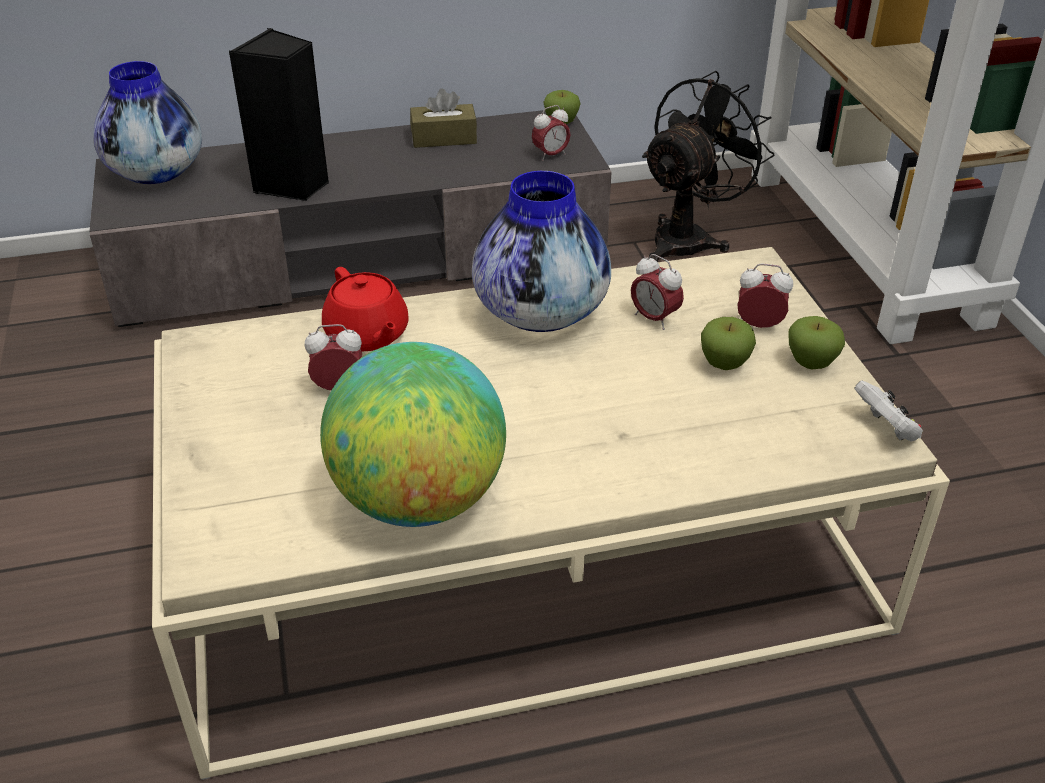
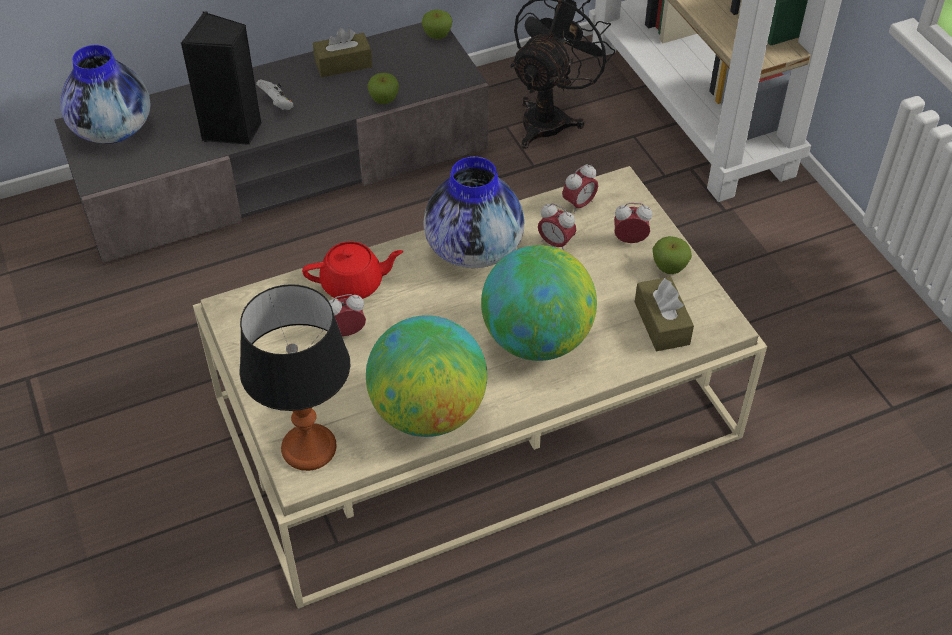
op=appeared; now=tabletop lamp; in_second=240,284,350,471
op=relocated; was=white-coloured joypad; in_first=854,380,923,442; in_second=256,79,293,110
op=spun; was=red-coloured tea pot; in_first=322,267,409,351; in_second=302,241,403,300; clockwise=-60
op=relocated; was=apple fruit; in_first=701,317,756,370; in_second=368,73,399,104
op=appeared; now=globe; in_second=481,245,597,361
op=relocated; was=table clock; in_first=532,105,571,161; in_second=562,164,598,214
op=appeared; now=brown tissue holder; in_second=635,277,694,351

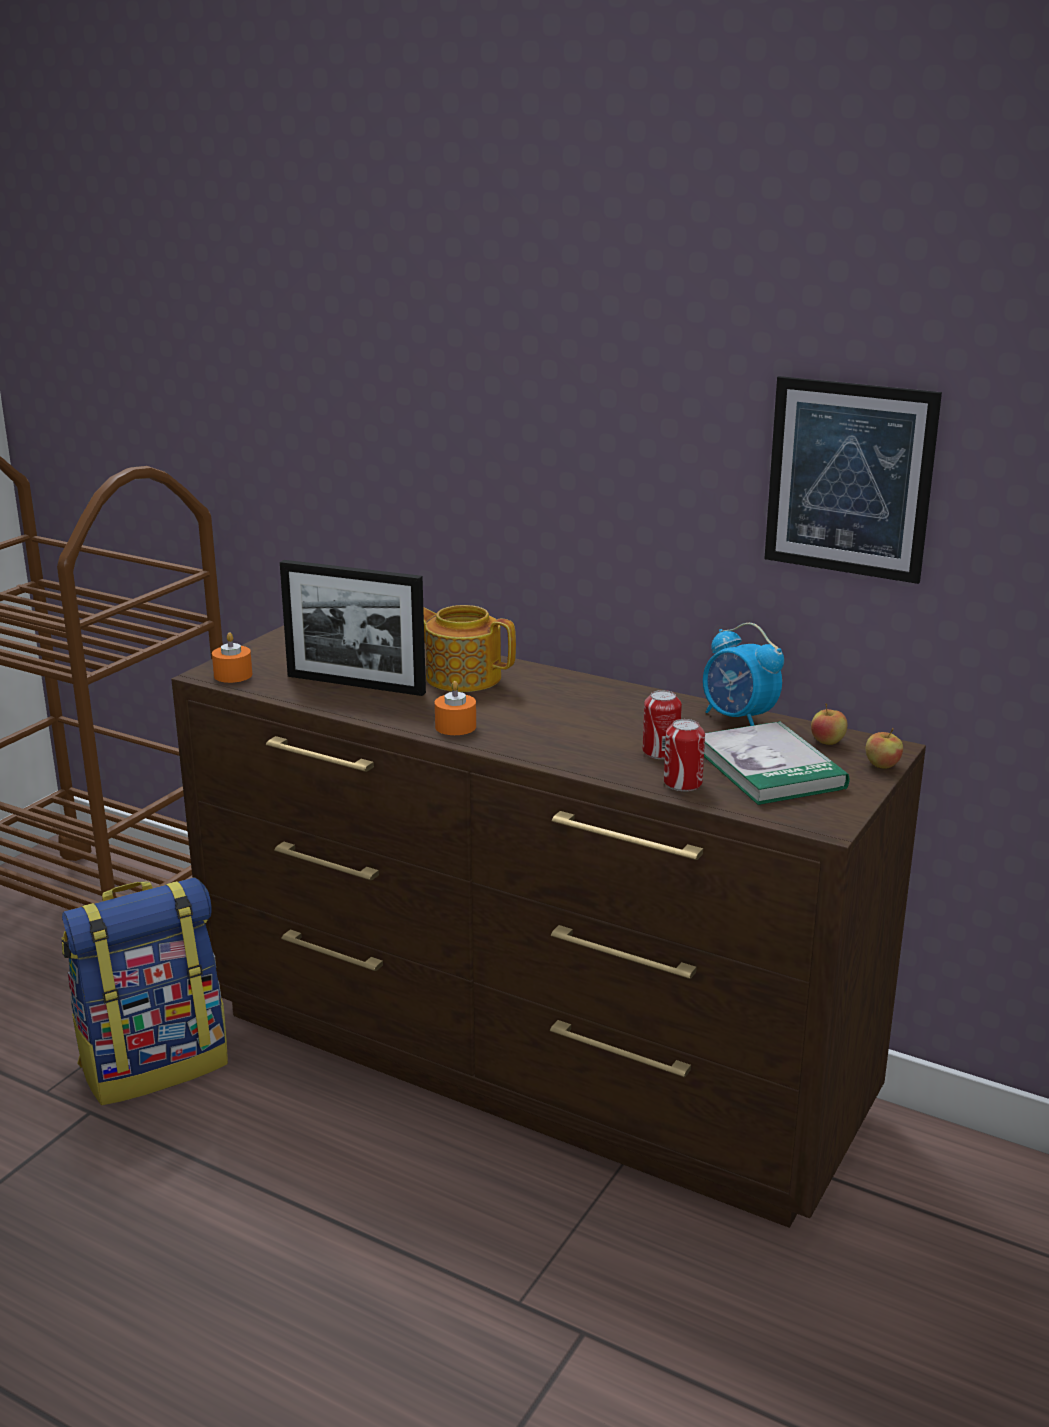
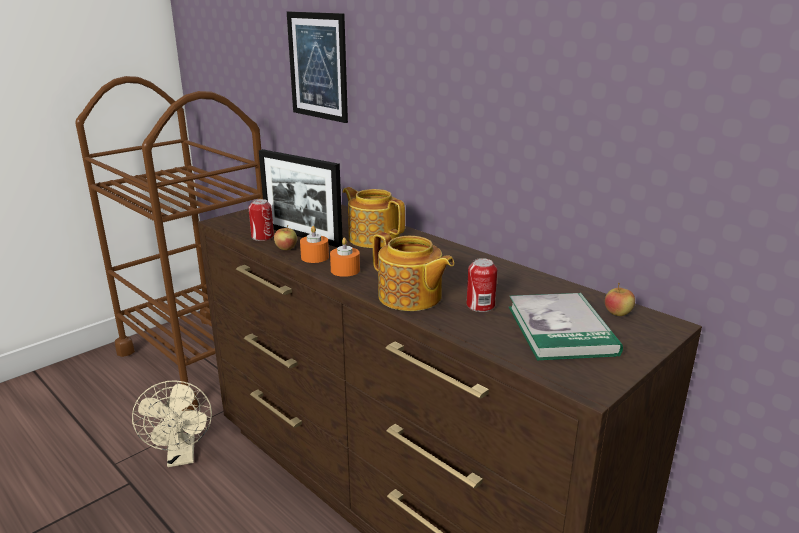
op=exchanged; was=backpack; now=beige-coloured electric fan; in_first=62,878,228,1105; in_second=132,380,212,467
op=relocated; was=metal can; in_first=664,719,705,791; in_second=249,199,274,241
op=relocated; was=apple fruit; in_first=865,728,903,768; in_second=274,225,297,250
op=relocated; was=wall art; in_first=764,376,942,584; in_second=287,12,348,123
op=relocated; was=orange-coloured wax candle; in_first=212,632,252,683; in_second=300,226,329,263
op=appeared; now=tea pot; in_second=373,232,454,311
op=missing; was=table clock; in_first=703,623,784,726

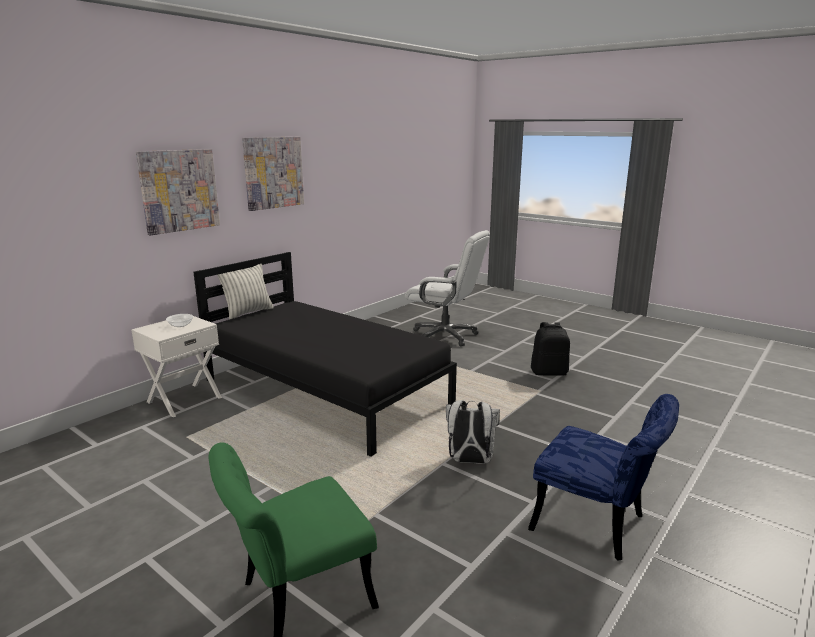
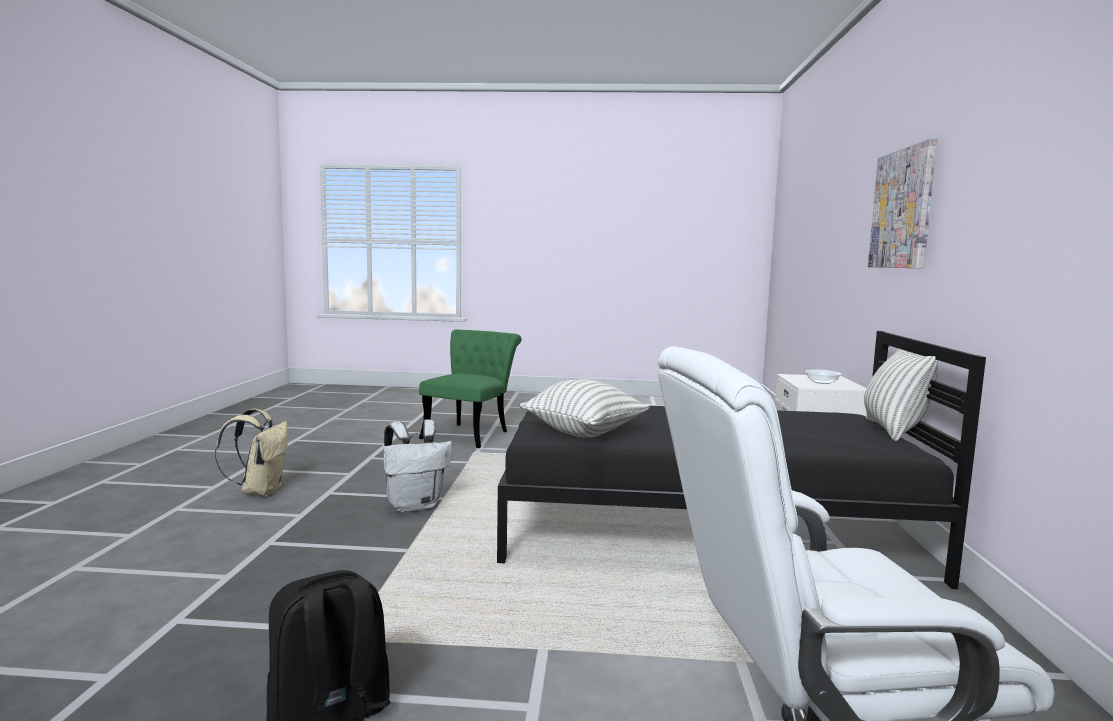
op=exchanged; was=blue-coloured plain chair; now=beige-coloured backpack; in_first=528,394,679,561; in_second=215,409,288,496
op=appeared; now=pillow; in_second=519,380,650,437
op=missing; was=wall art; in_first=242,137,304,211

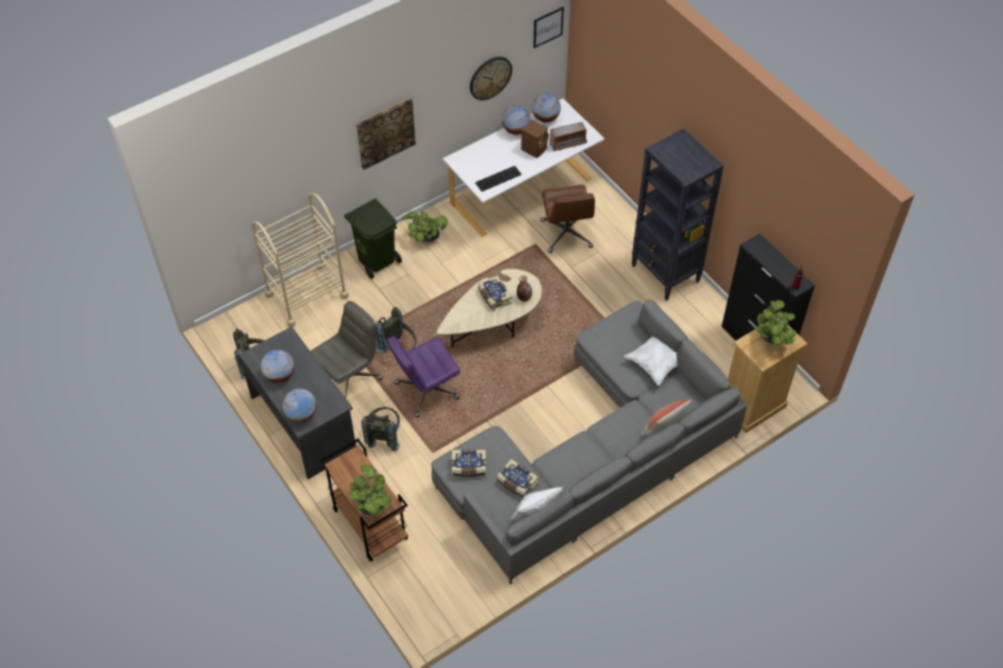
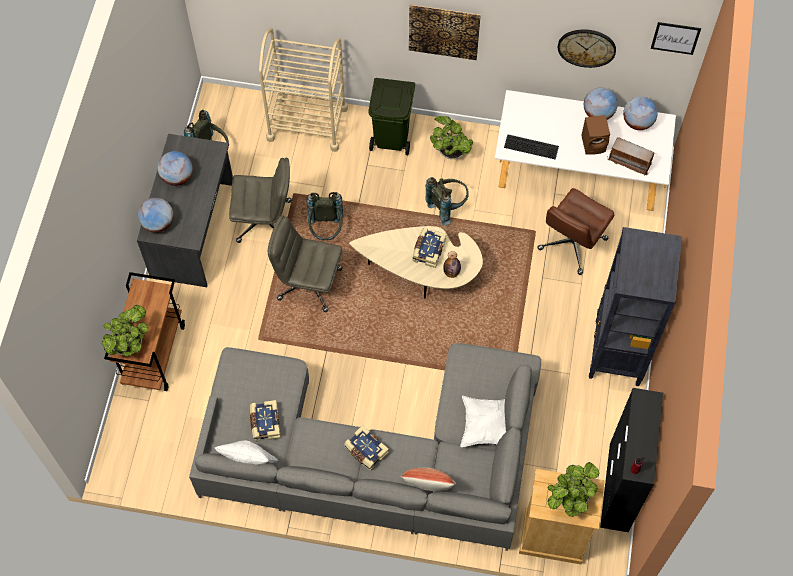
op=colour; was=purplish office chair; now=gray office chair; in_first=387,336,460,418; in_second=268,215,343,312
op=relocated; was=book; in_first=452,449,486,477; in_second=344,425,389,470
op=relocated; was=gray backpack; in_first=361,407,400,451; in_second=425,177,469,225

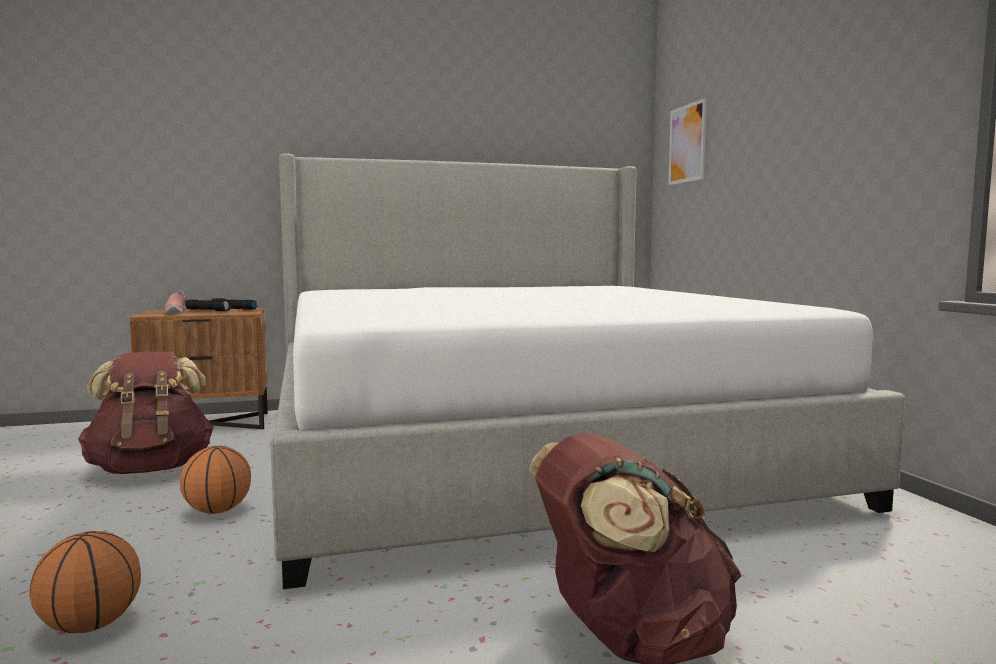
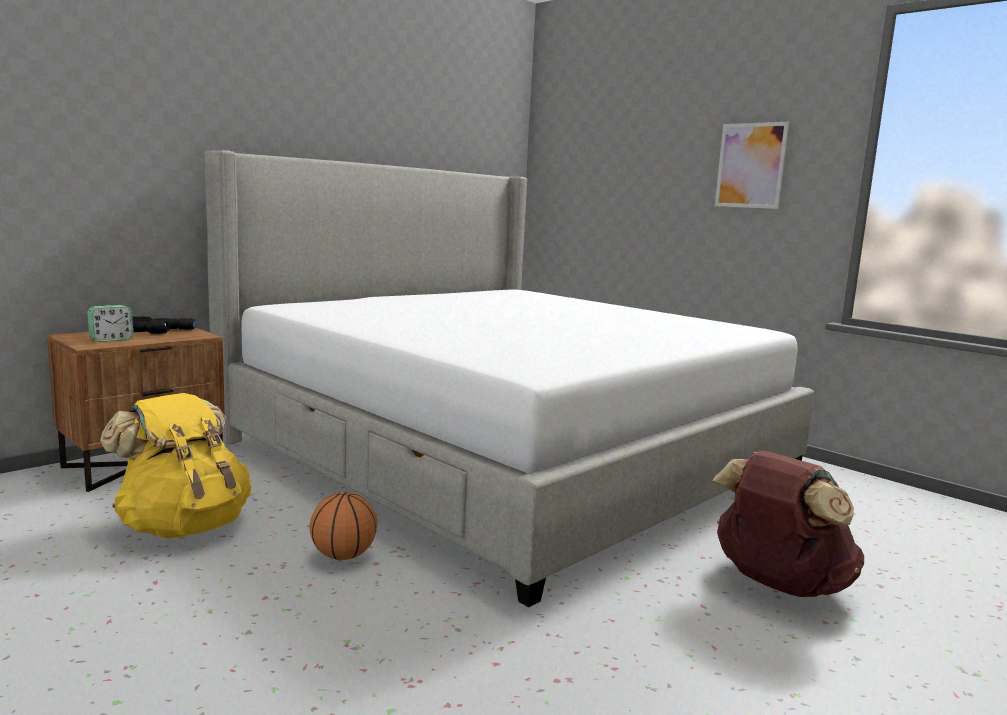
op=exchanged; was=pinkish low shoe; now=table clock; in_first=164,291,186,314; in_second=88,305,133,342
op=colour; was=brown backpack; now=yellow backpack; in_first=78,351,213,474; in_second=100,393,251,539
op=relocated; was=wall art; in_first=668,98,707,185; in_second=715,122,789,209
op=missing; was=basketball; in_first=30,531,141,633

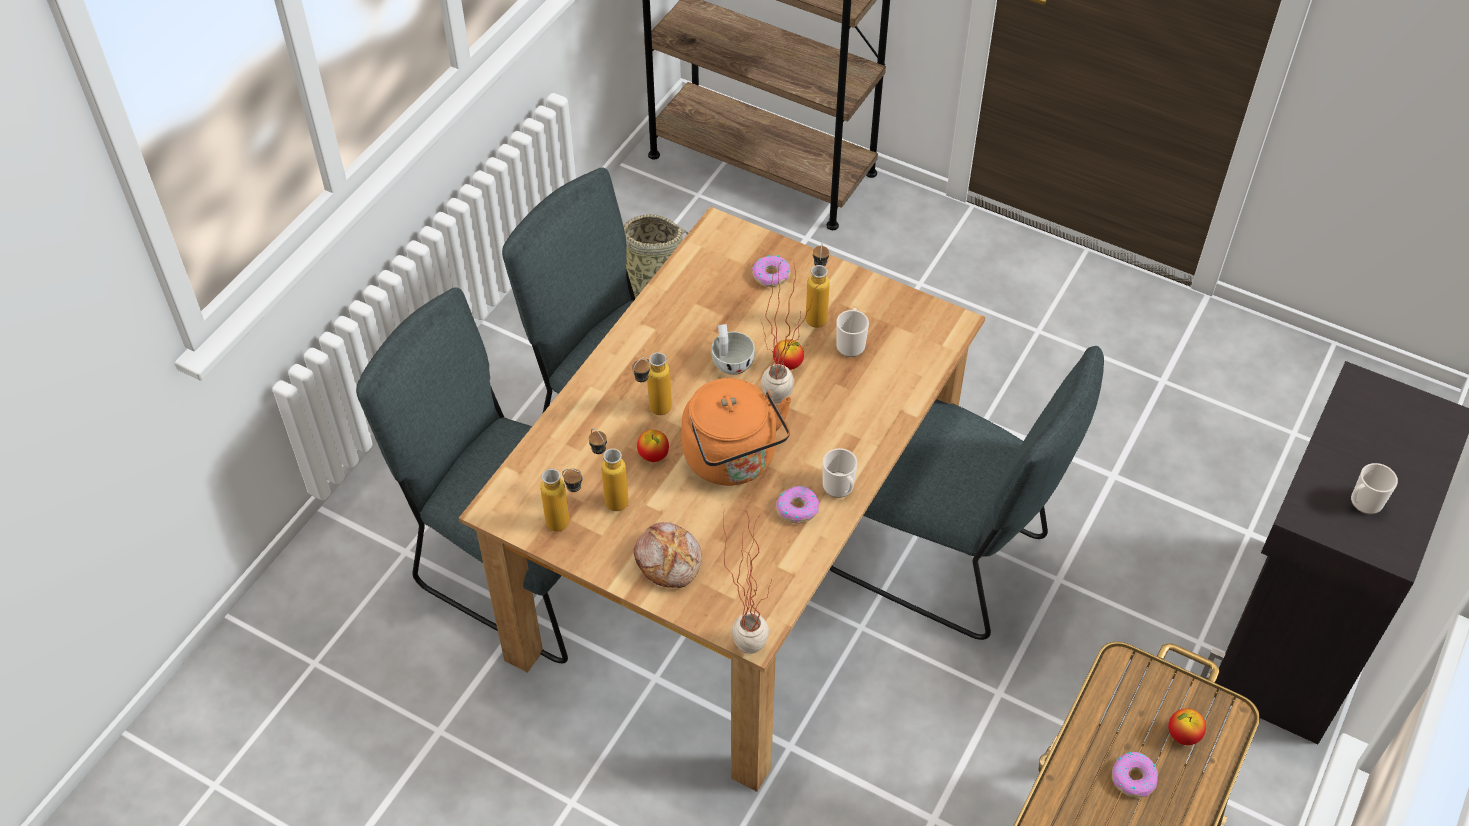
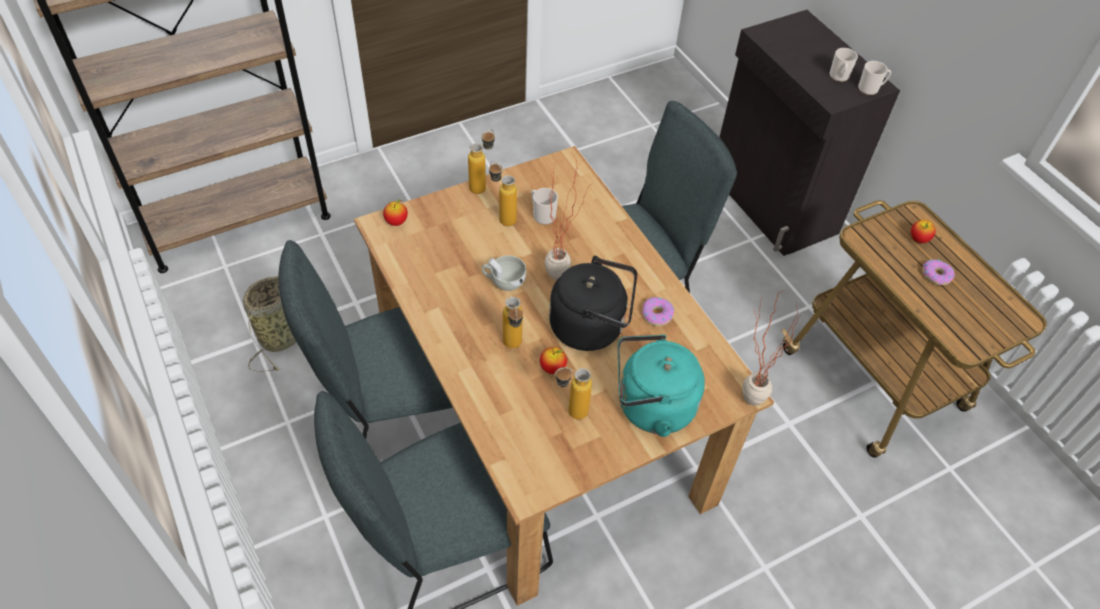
op=relocated; was=apple fruit; in_first=773,339,804,370; in_second=383,199,408,226
op=relocated; was=beverage bottle; in_first=540,469,583,532; in_second=468,129,495,194
op=colour; was=orange-coloured water kettle; now=blackish water kettle; in_first=681,378,792,486; in_second=549,256,637,351
op=exchanged; was=baked bread; now=blue-green water kettle; in_first=634,522,702,588; in_second=618,334,705,437
op=relocated; was=coffee mug; in_first=823,448,858,498; in_second=858,61,891,95
op=missing; was=ring doughnut; in_first=752,255,790,287

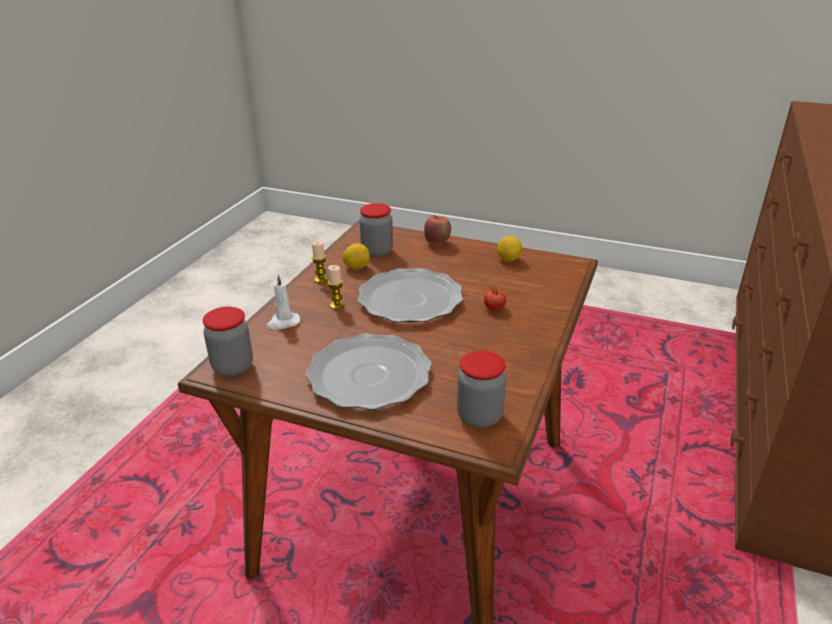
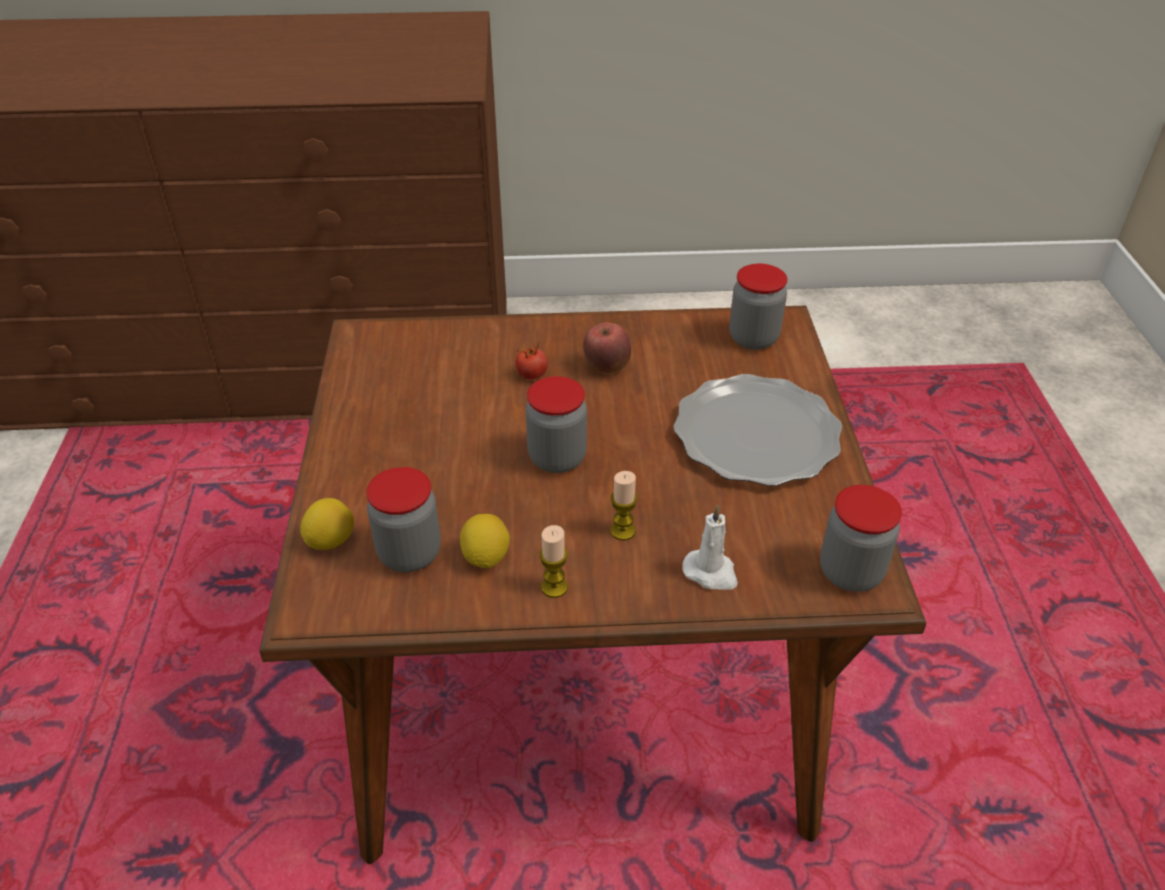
op=relocated; was=whole lemon; in_first=497,236,522,261; in_second=300,498,354,550
op=exchanged; was=plate; now=preserve jar; in_first=358,268,463,322; in_second=525,376,587,473
op=relocated; was=apple fruit; in_first=424,215,451,245; in_second=583,322,631,374

